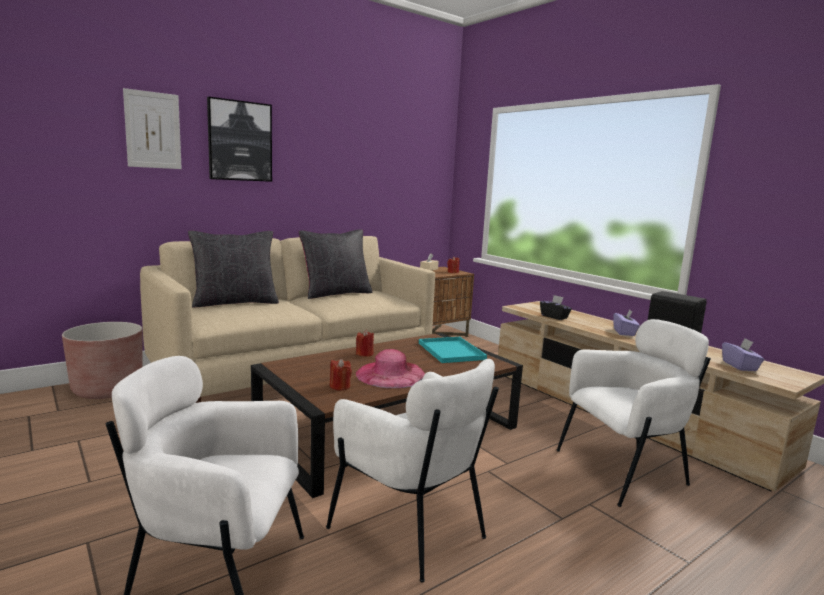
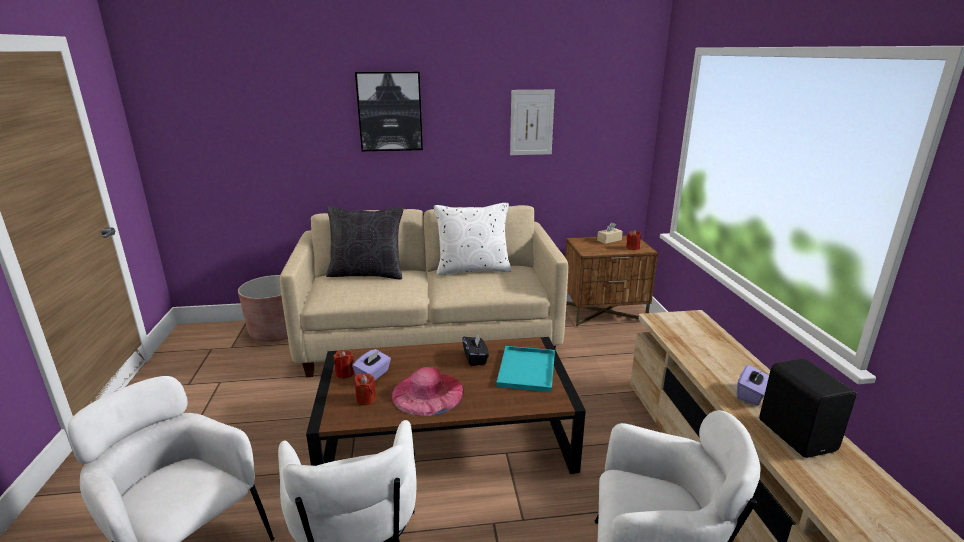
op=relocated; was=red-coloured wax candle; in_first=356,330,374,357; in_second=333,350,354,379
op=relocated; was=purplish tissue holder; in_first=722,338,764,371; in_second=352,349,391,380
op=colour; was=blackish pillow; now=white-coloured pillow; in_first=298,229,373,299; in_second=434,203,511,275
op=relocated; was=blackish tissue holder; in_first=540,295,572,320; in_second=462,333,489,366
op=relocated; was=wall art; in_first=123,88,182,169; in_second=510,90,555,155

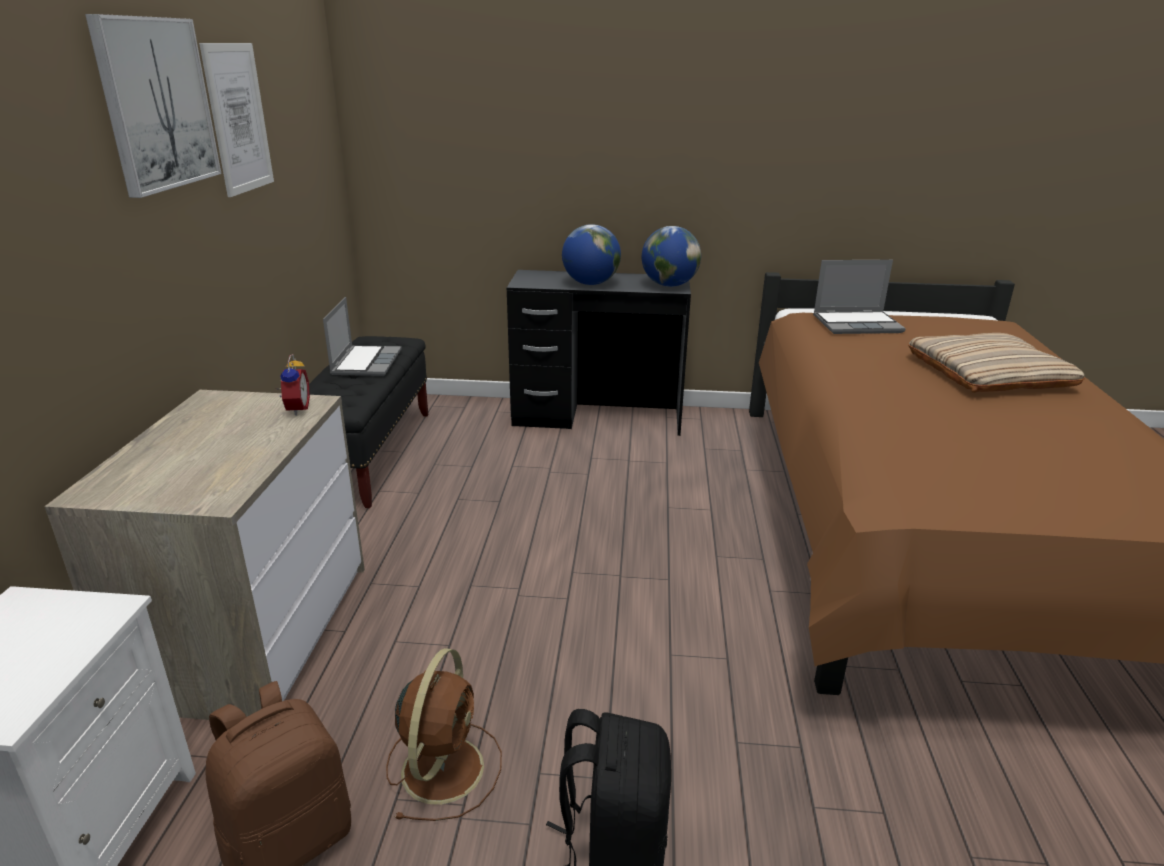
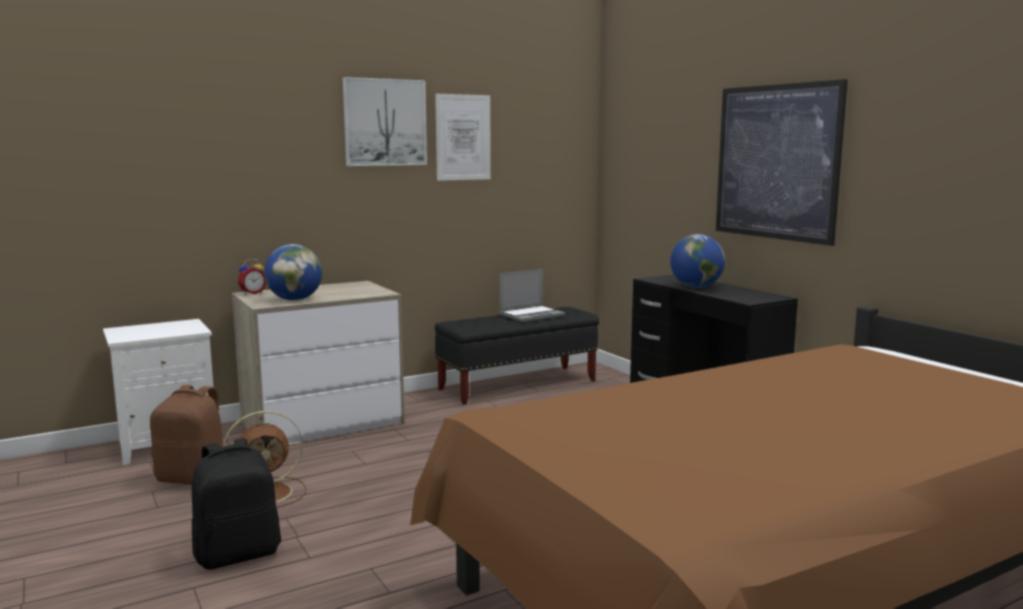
op=relocated; was=table clock; in_first=275,354,310,416; in_second=237,259,266,295
op=relocated; was=globe; in_first=642,226,701,287; in_second=264,244,322,300
op=appeared; now=wall art; in_second=716,79,848,246
op=missing; was=portable computer; in_first=813,260,906,334
op=missing; was=beige-coloured pillow; in_first=908,333,1085,393

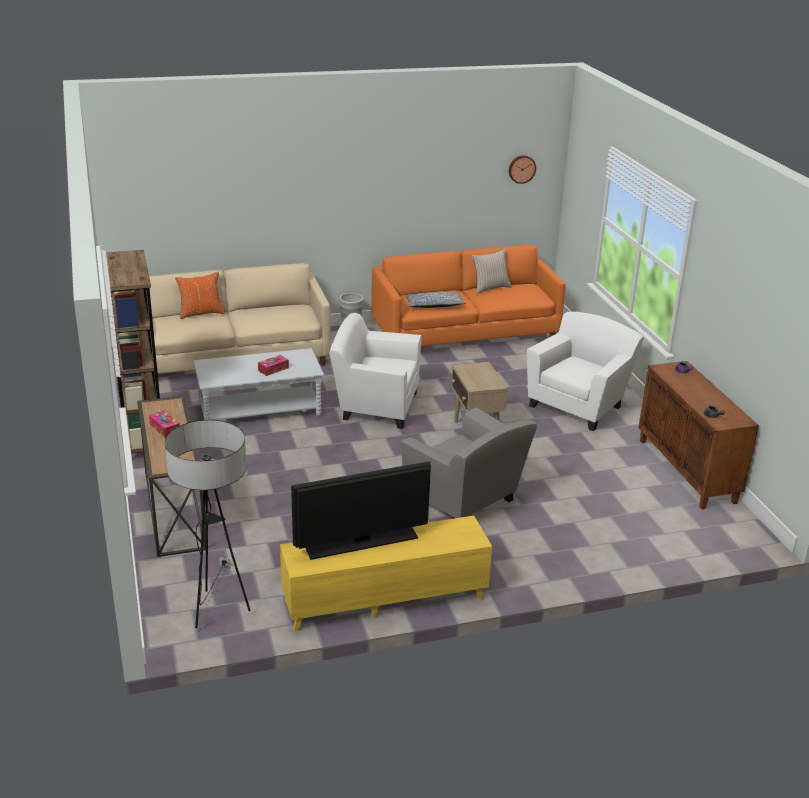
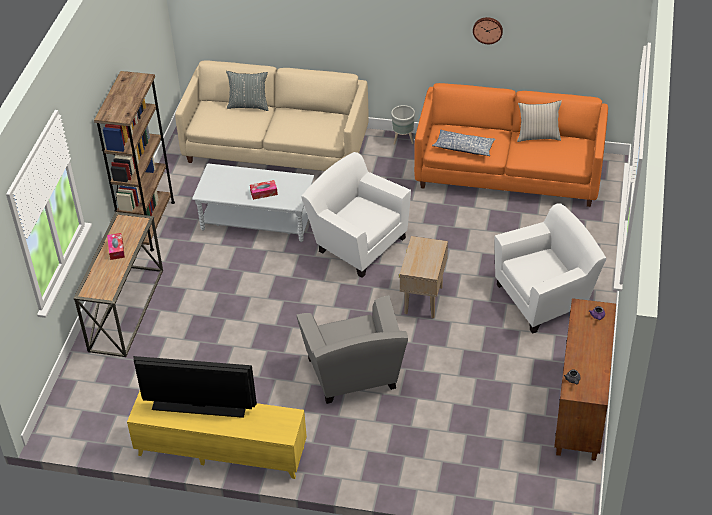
op=colour; was=orange-coloured pillow; now=gray pillow; in_first=175,272,225,319; in_second=226,71,269,111
op=relocated; was=clock on the wall; in_first=509,155,536,184; in_second=473,17,503,44
op=missing; was=floor lamp; in_first=165,420,251,628

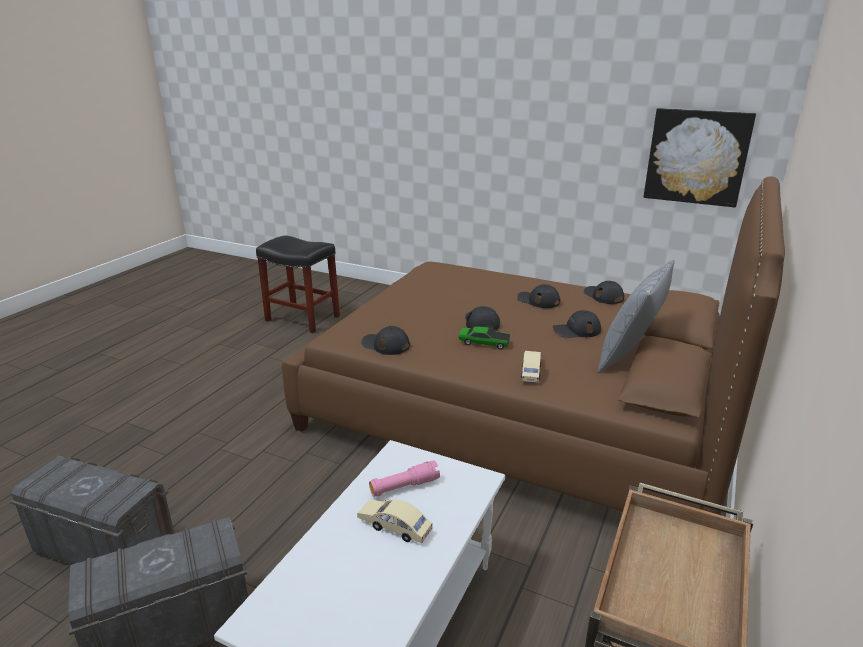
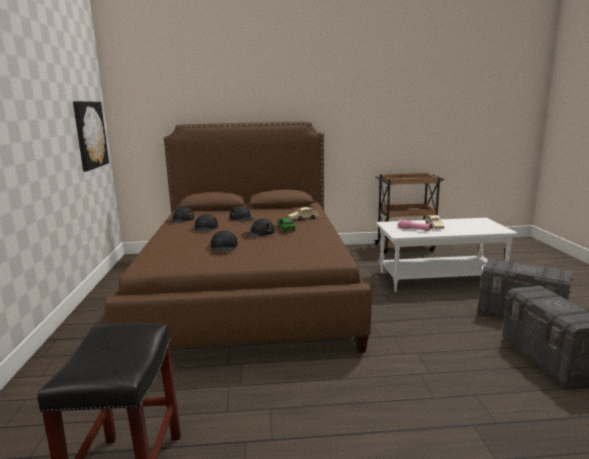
op=relocated; was=blackish cap; in_first=361,326,410,355; in_second=211,231,238,252
op=missing; was=gray pillow; in_first=598,260,674,373

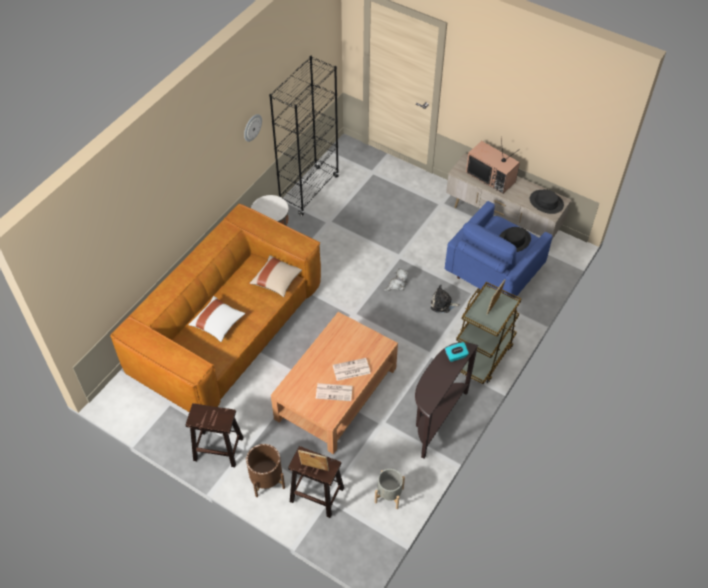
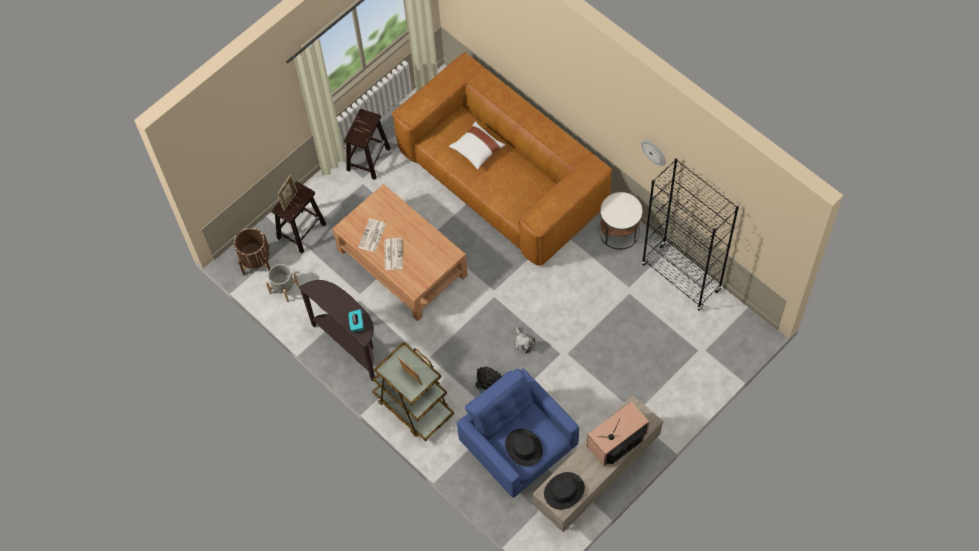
op=relocated; was=brown flower pot; in_first=246,444,285,497; in_second=234,228,270,275
op=missing; was=beige-coloured pillow; in_first=249,255,302,297

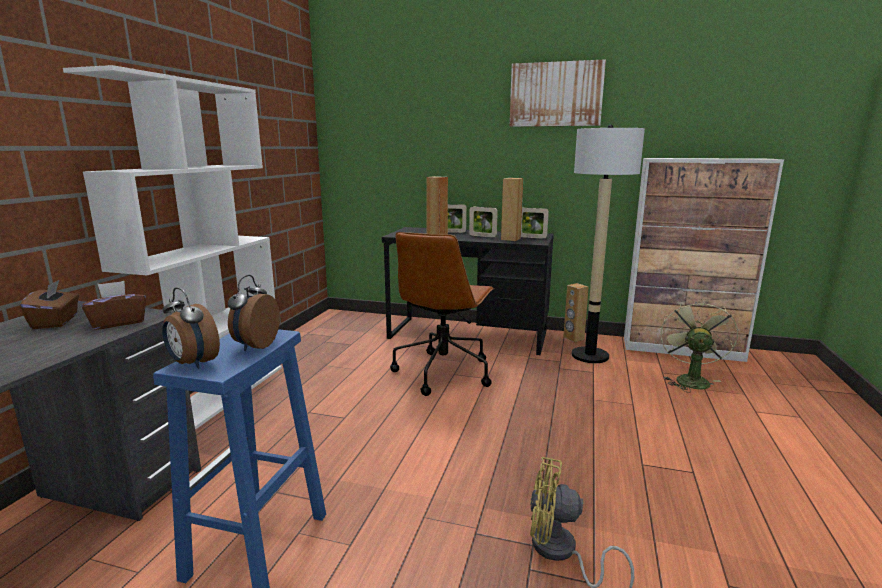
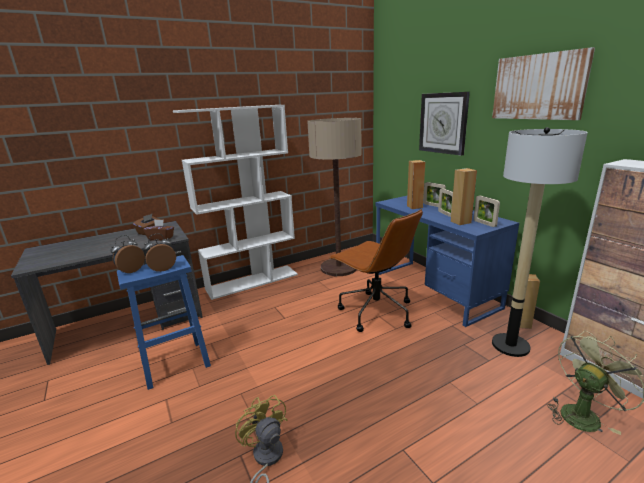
op=spun; was=table clock; in_first=162,287,220,369; in_second=111,235,145,273; clockwise=45
op=appeared; now=floor lamp; in_second=307,118,362,276
op=spun; was=brown office chair; in_first=390,232,494,396; in_second=329,209,423,332; clockwise=-105
op=colour; was=blackish desk; now=blue-coloured desk; in_first=382,227,554,355; in_second=376,196,519,327
op=appeared; now=clock on the wall; in_second=419,92,470,156

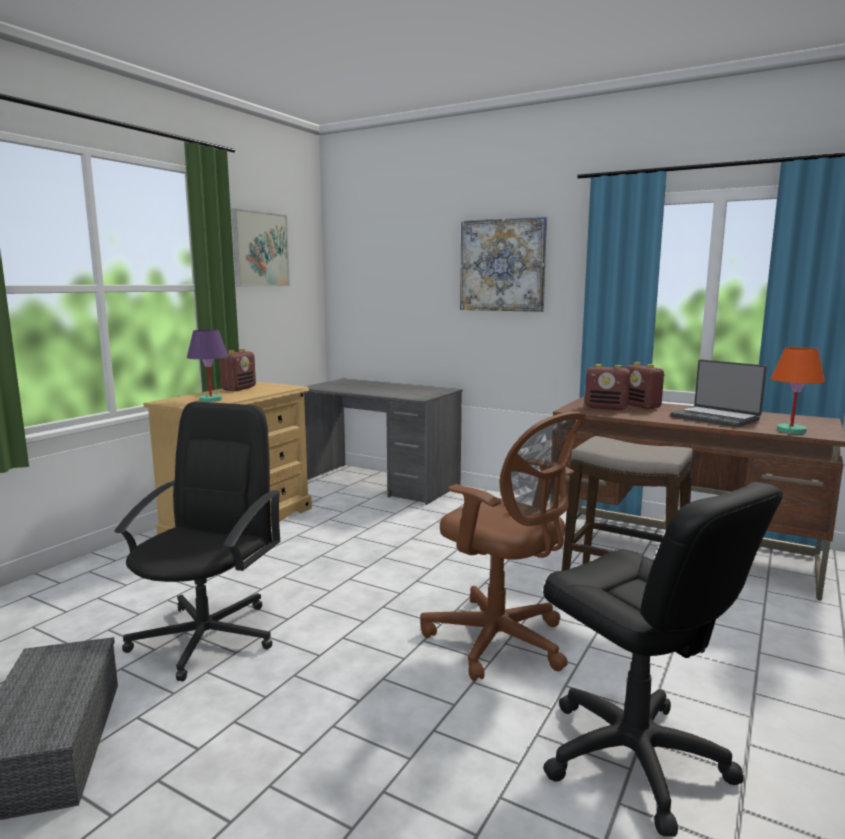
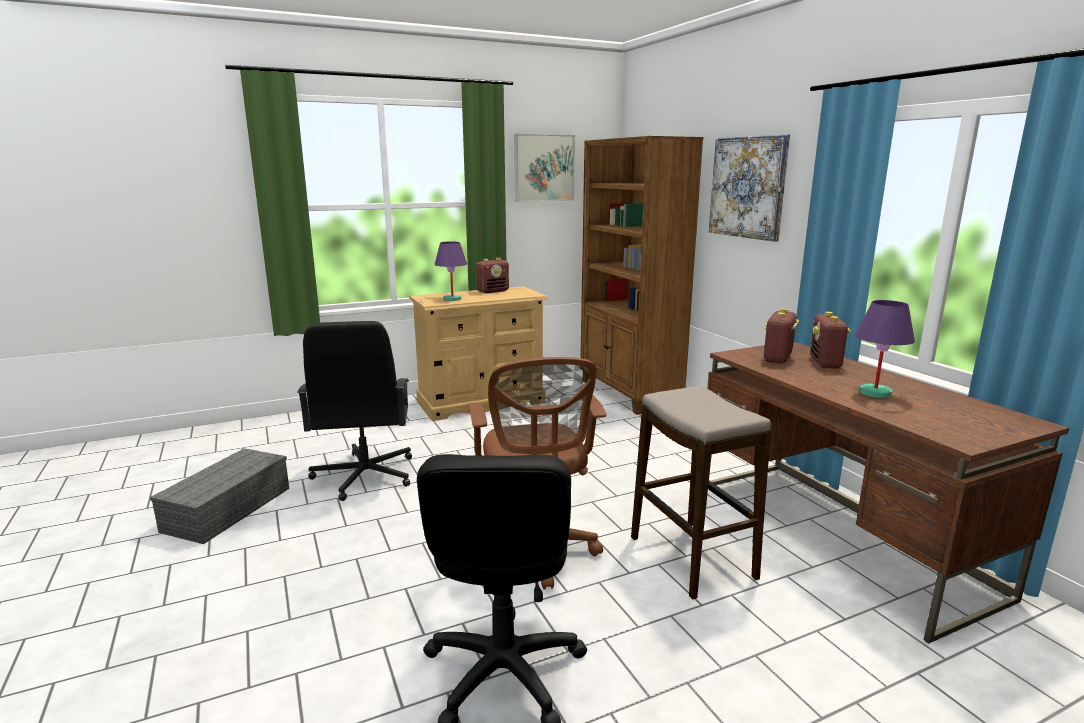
op=spun; was=blackish office chair; in_first=114,402,281,681; in_second=297,321,412,501; clockwise=120
op=exchanged; was=gray desk; now=brown bookshelf; in_first=304,378,463,505; in_second=580,136,703,415
op=spun; was=radio; in_first=585,364,630,410; in_second=764,308,799,363; clockwise=60
op=exchanged; was=portable computer; now=purplish tabletop lamp; in_first=671,359,767,427; in_second=855,300,915,398
op=missing; was=orange-coloured tabletop lamp; in_first=771,347,825,434

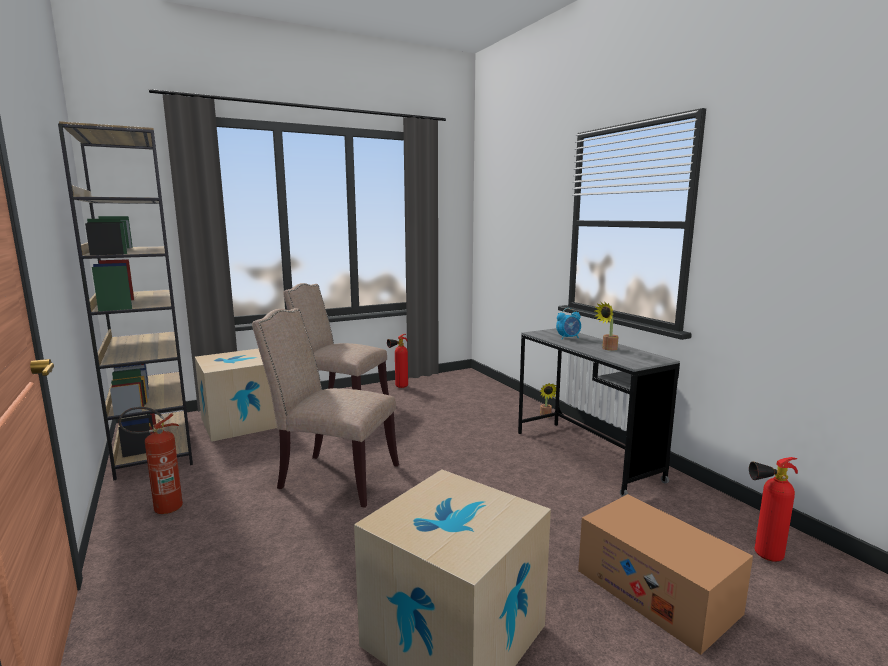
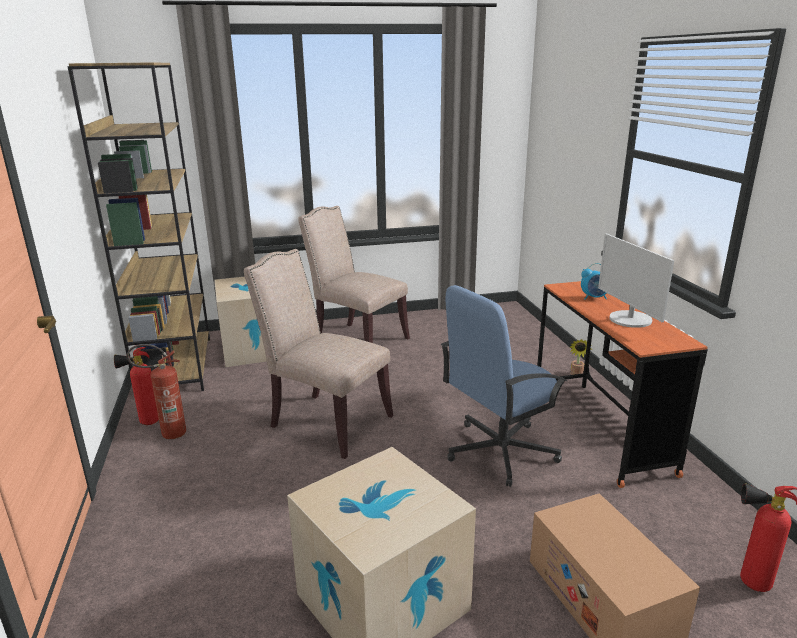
op=relocated; was=extinguisher; in_first=387,334,408,388; in_second=114,347,159,425
op=appeared; now=blue-coloured office chair; in_second=441,285,567,487
op=colour; was=gray desk; now=orange-coloured desk; in_first=518,328,680,497; in_second=537,281,708,488
op=exchanged; was=plant in a pot; now=computer display; in_first=594,301,619,351; in_second=598,234,674,328

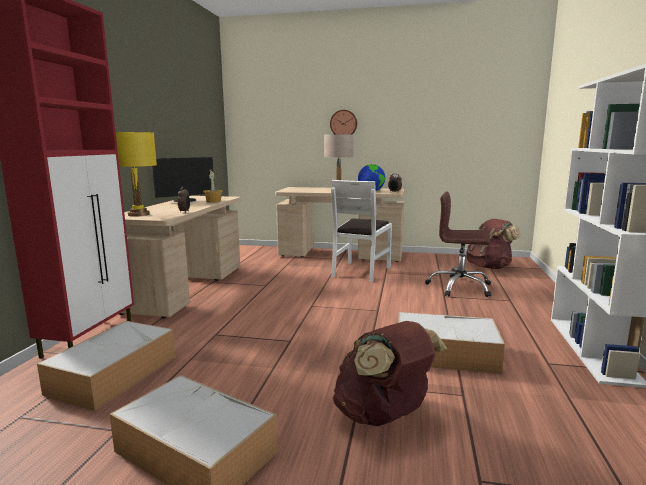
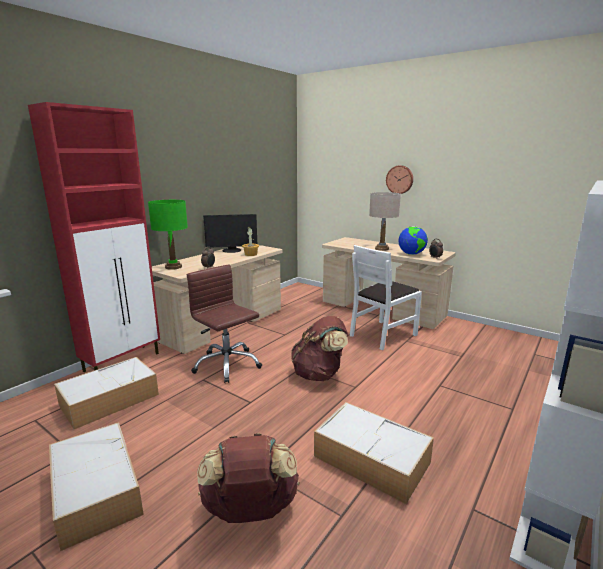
op=colour; was=yellow tabletop lamp; now=green-coloured tabletop lamp; in_first=116,132,157,217; in_second=148,200,188,270
op=relocated; was=brown office chair; in_first=425,191,491,297; in_second=187,265,262,383
op=relocated; was=brown backpack; in_first=466,219,521,269; in_second=291,316,348,381

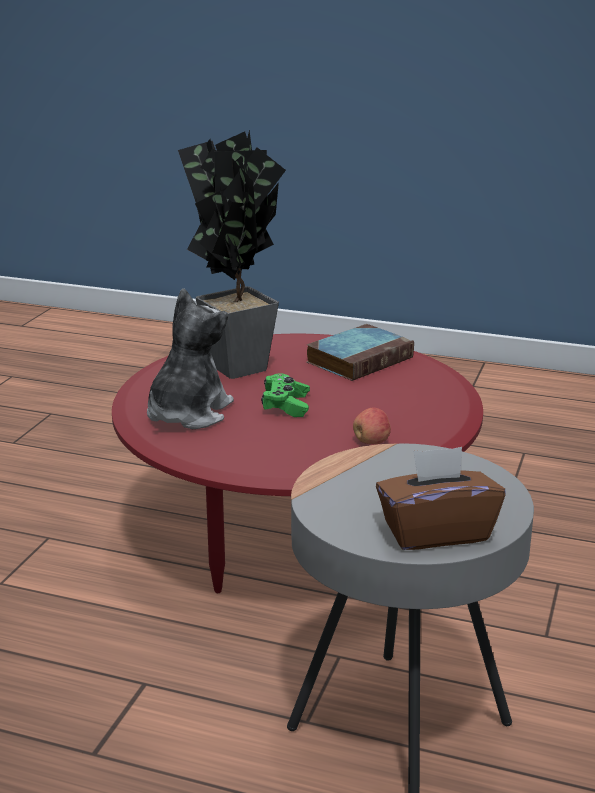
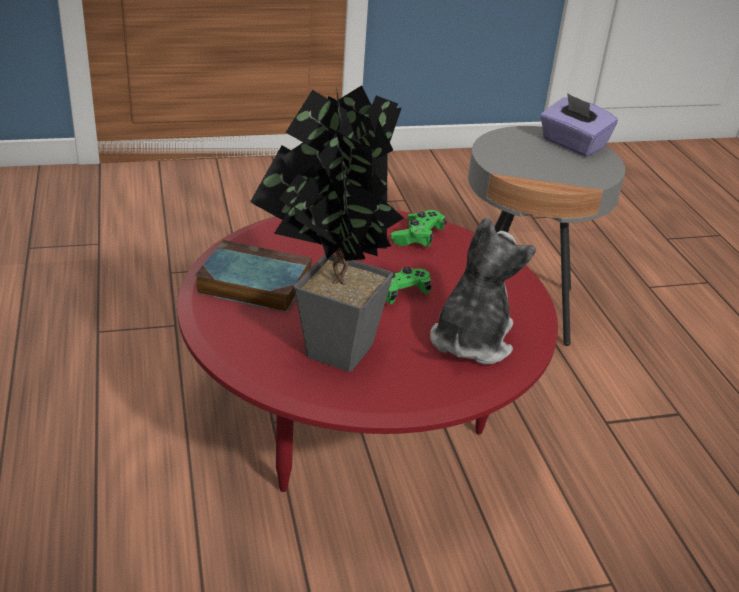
op=exchanged; was=apple fruit; now=green-coloured joypad; in_first=353,408,391,445; in_second=390,210,447,247
op=spun; was=plush toy; in_first=147,288,234,429; in_second=430,217,536,365; clockwise=120
op=colour; was=brown tissue holder; now=purplish tissue holder; in_first=376,447,506,550; in_second=540,93,618,157

